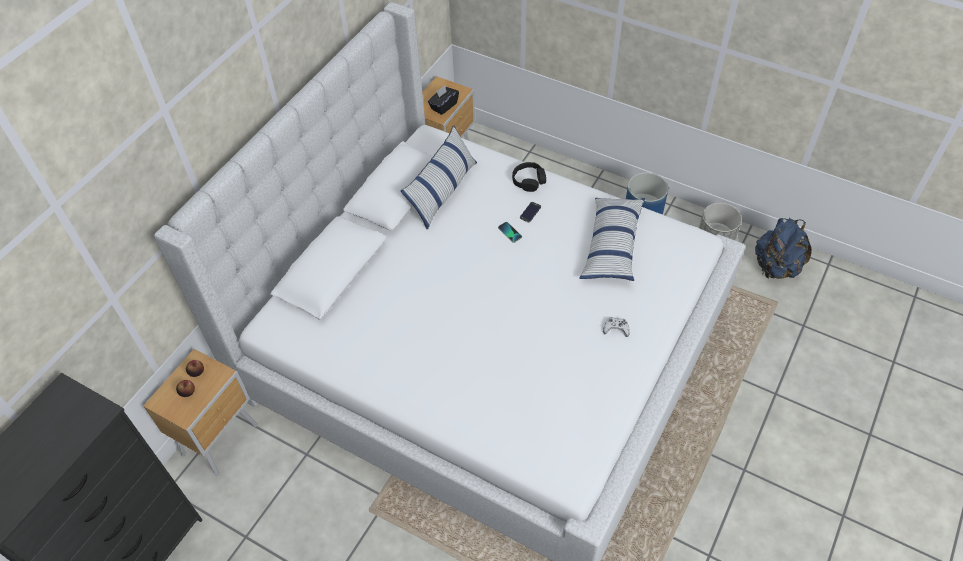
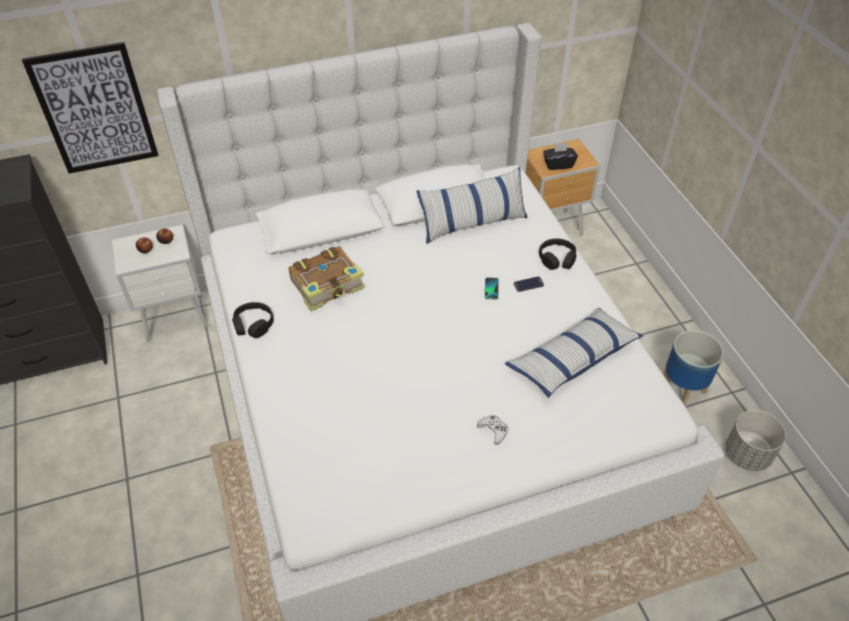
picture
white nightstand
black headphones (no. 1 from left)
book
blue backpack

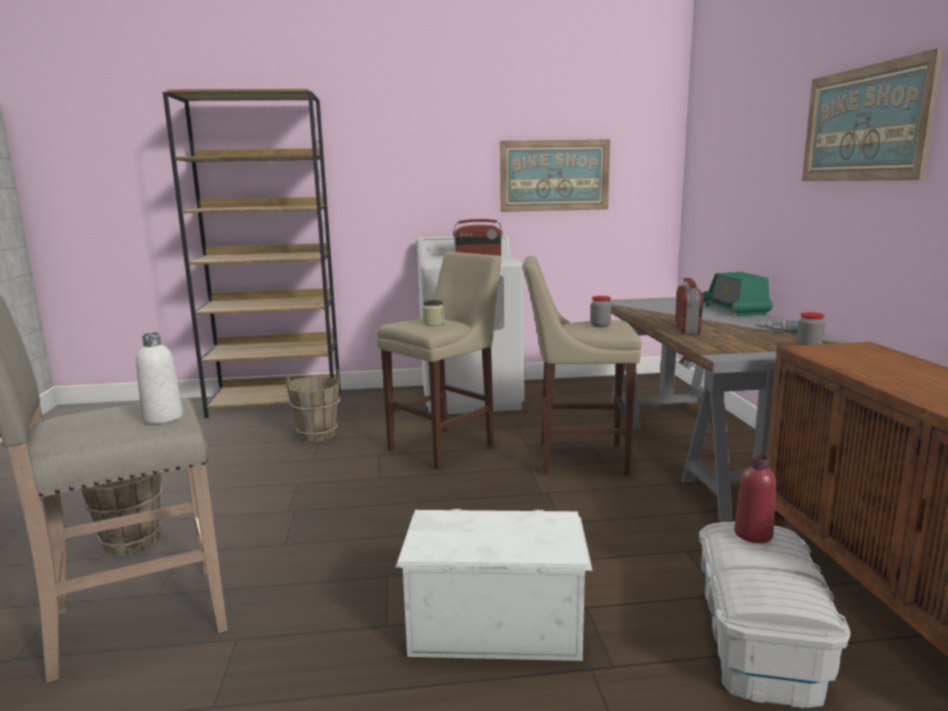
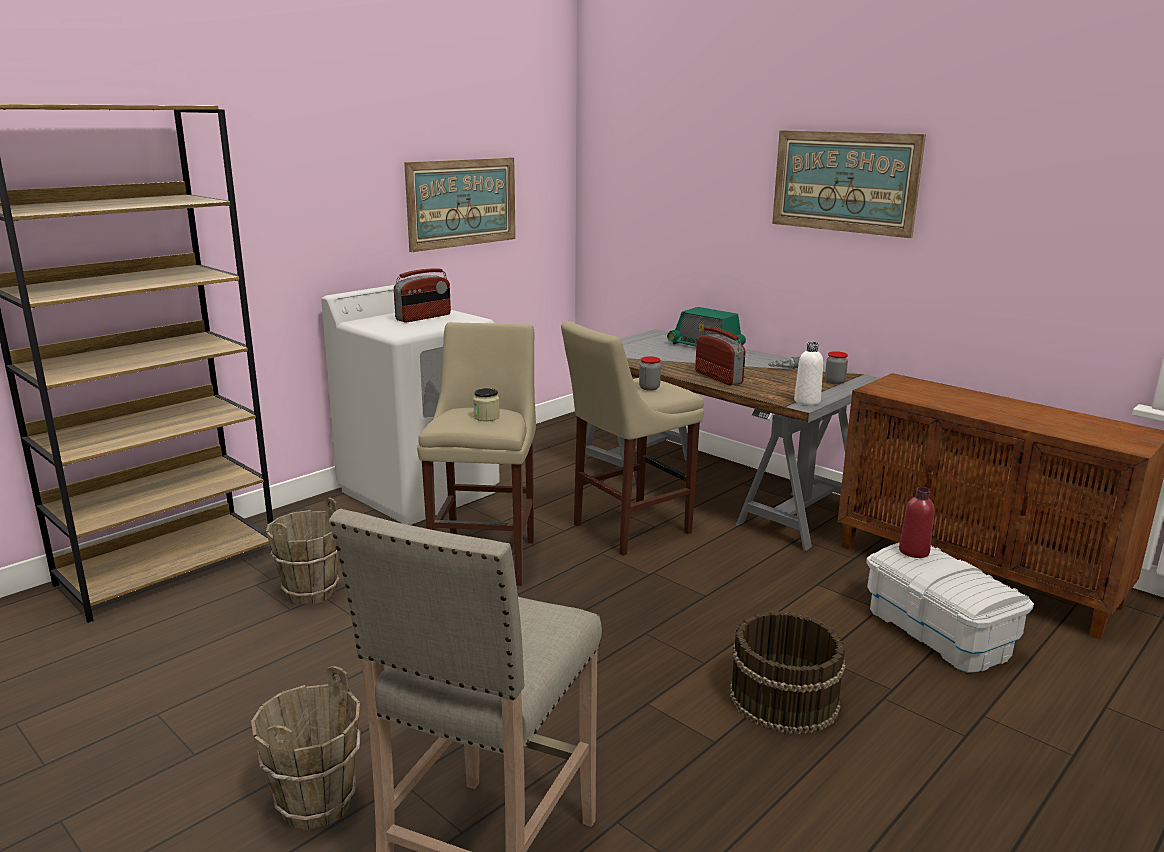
brown bucket (no. 3 from left)
white bottle

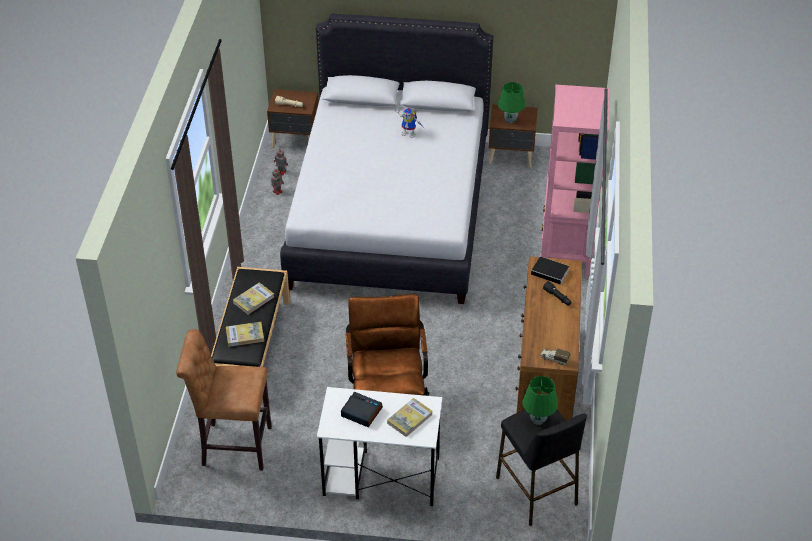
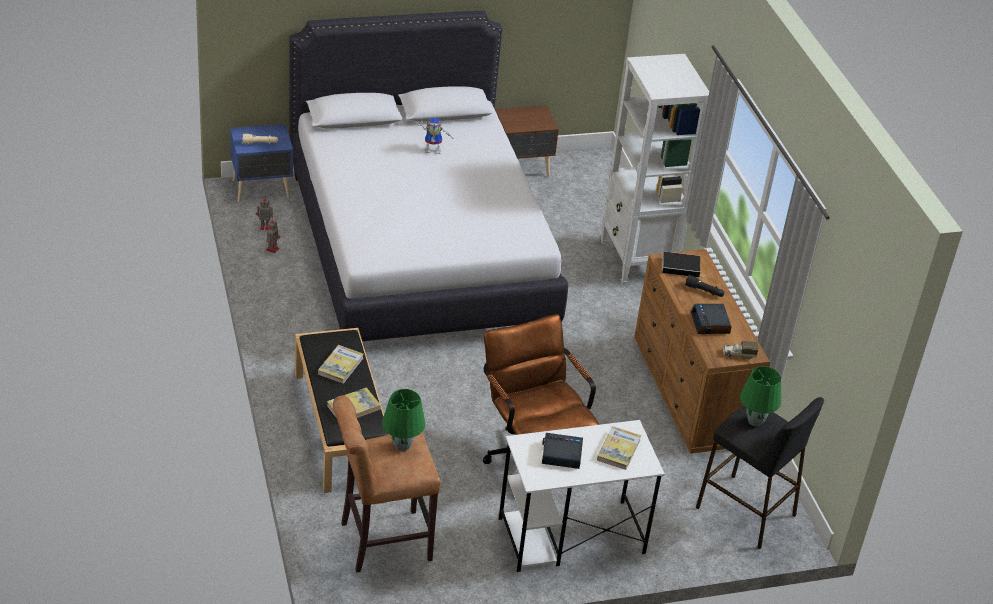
blue nightstand
green table lamp (no. 1 from left)
white bookcase
alarm clock (no. 2 from left)

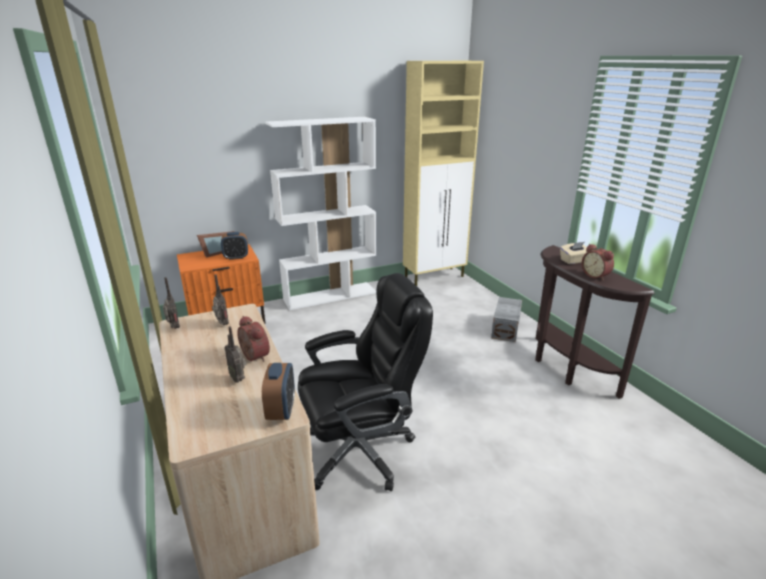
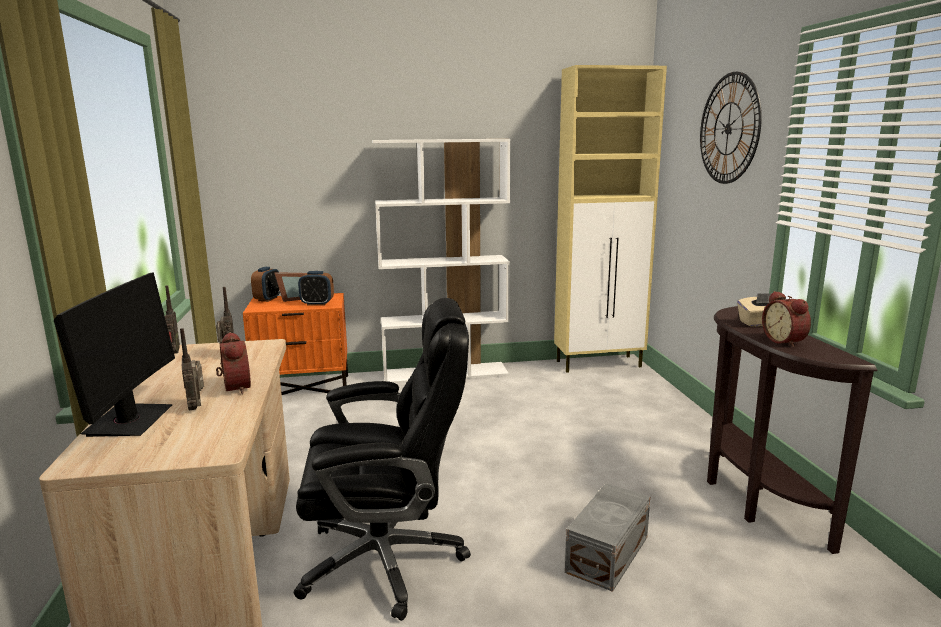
monitor
alarm clock (no. 2 from left)
grey storage box
wall clock

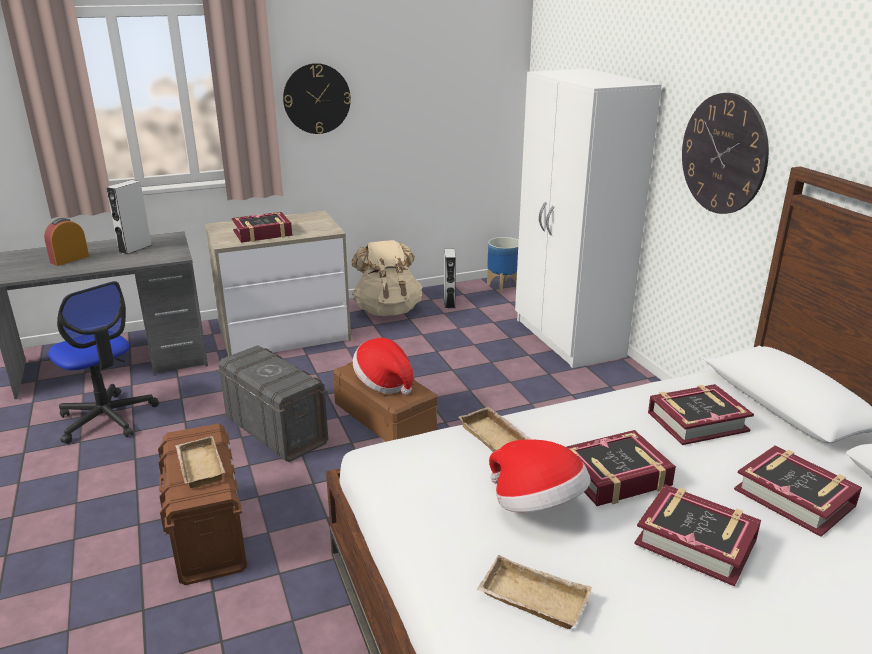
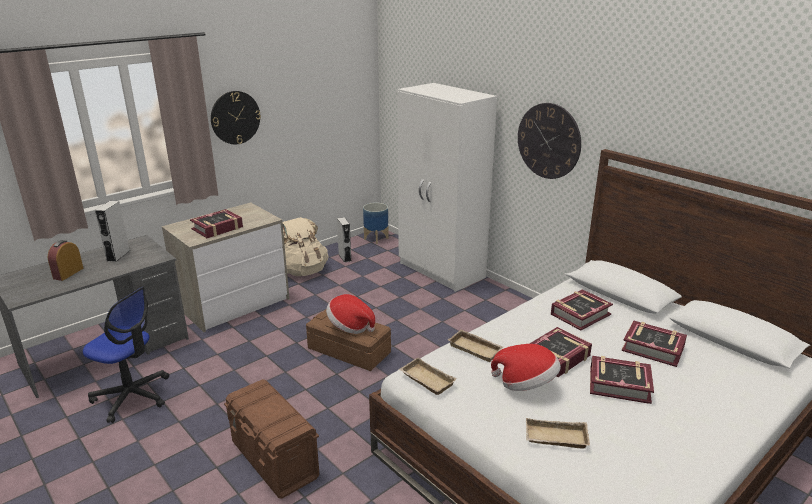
beige tray (no. 1 from left)
grey storage box

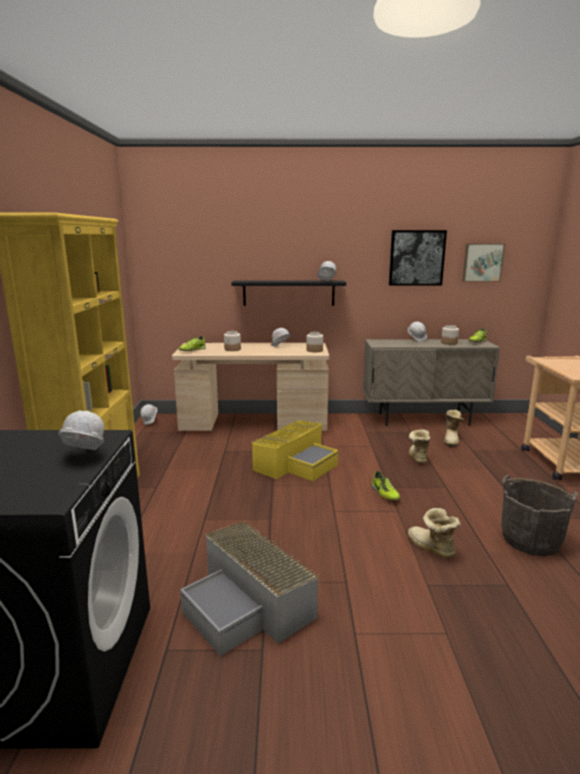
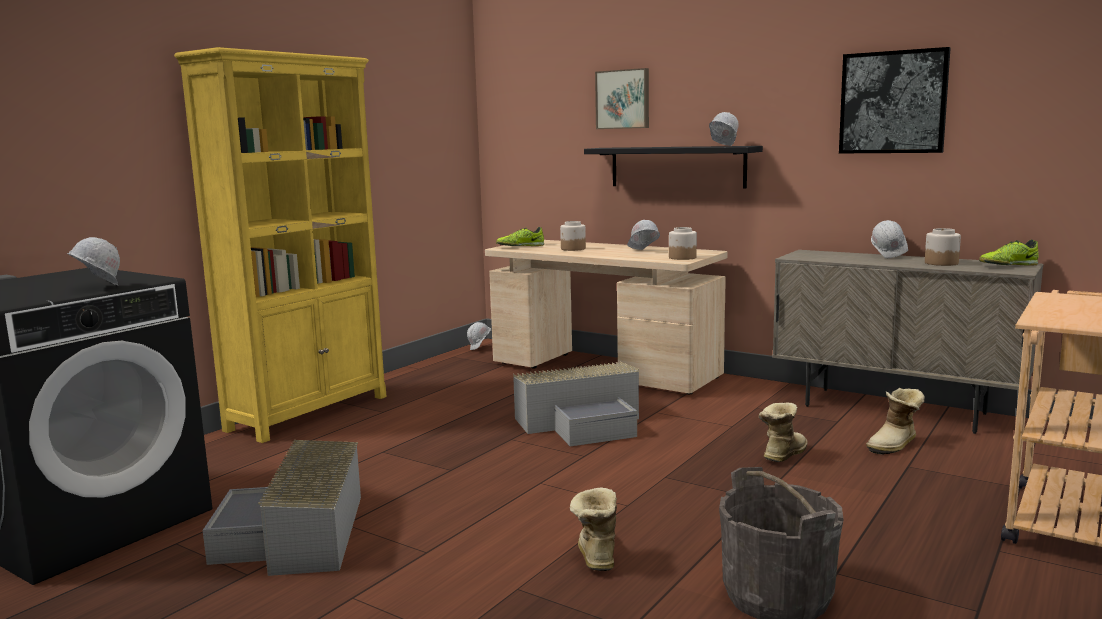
grey storage box (no. 2 from left)
picture (no. 1 from left)
shoe (no. 2 from left in the first image)

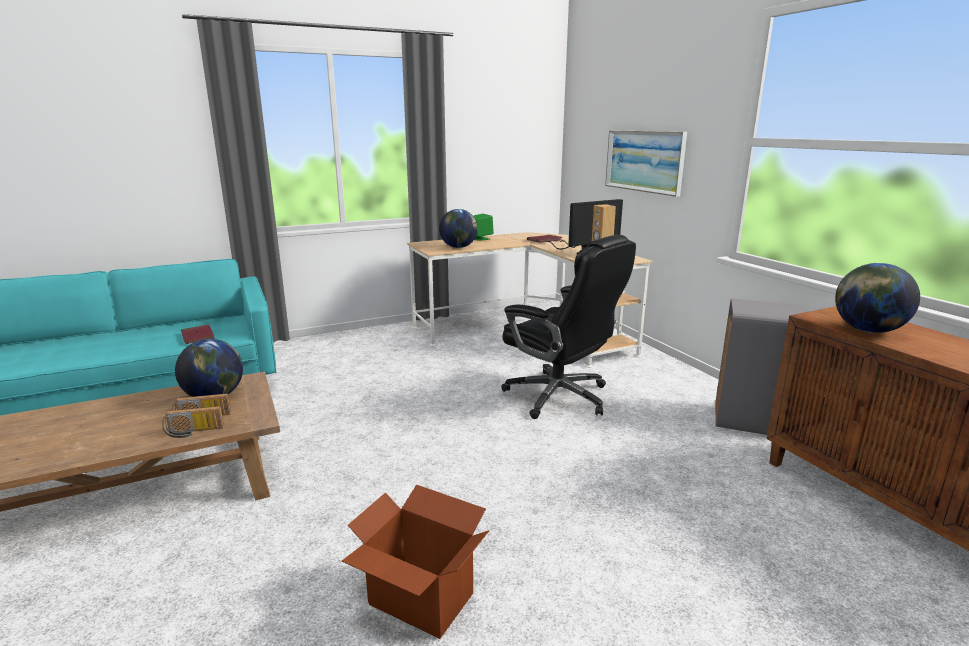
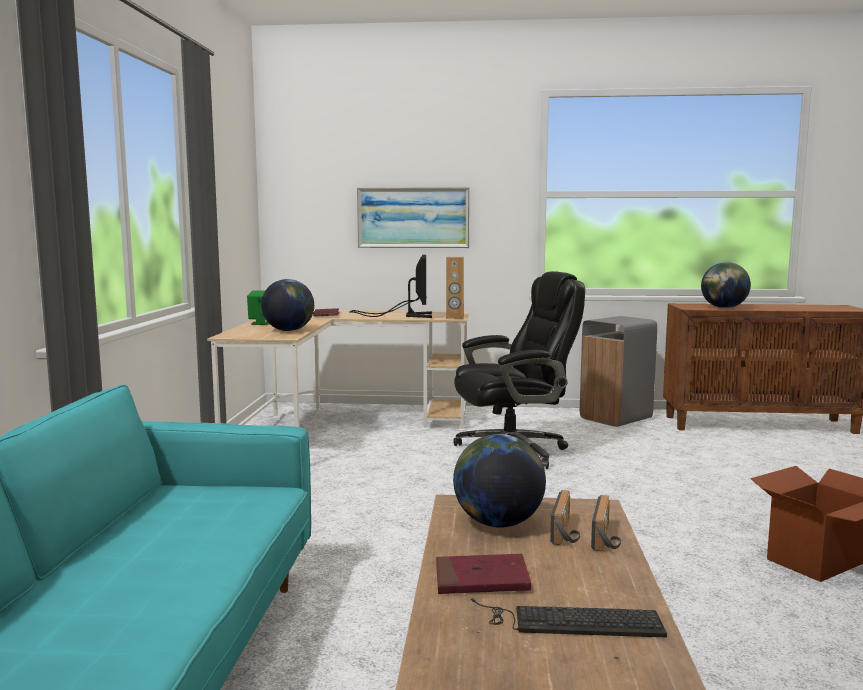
red book (no. 2 from left)
keyboard

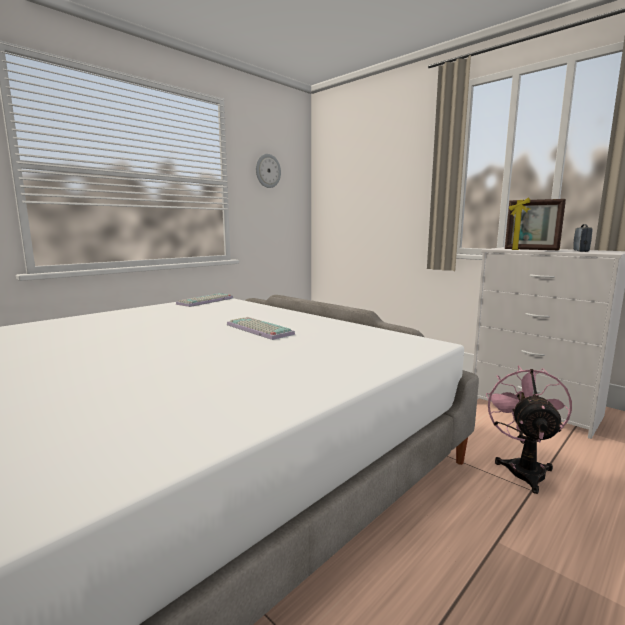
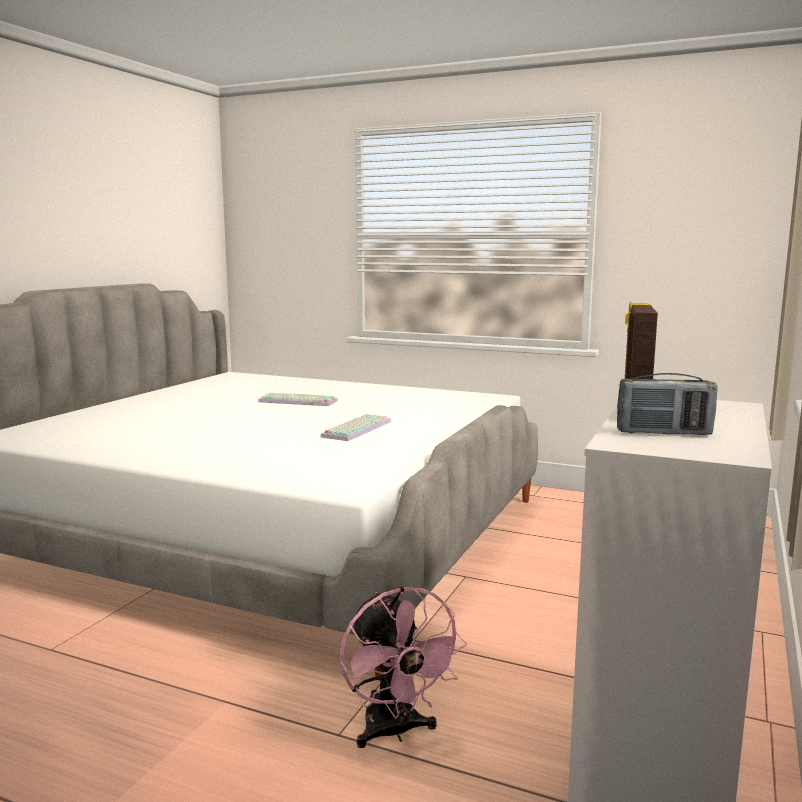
keyboard (no. 1 from left)
pink fan
wall clock

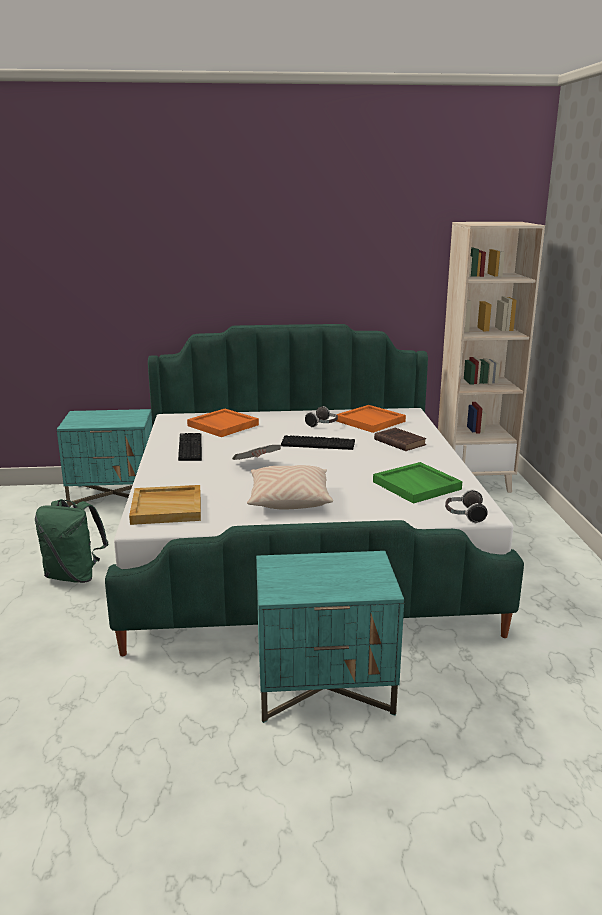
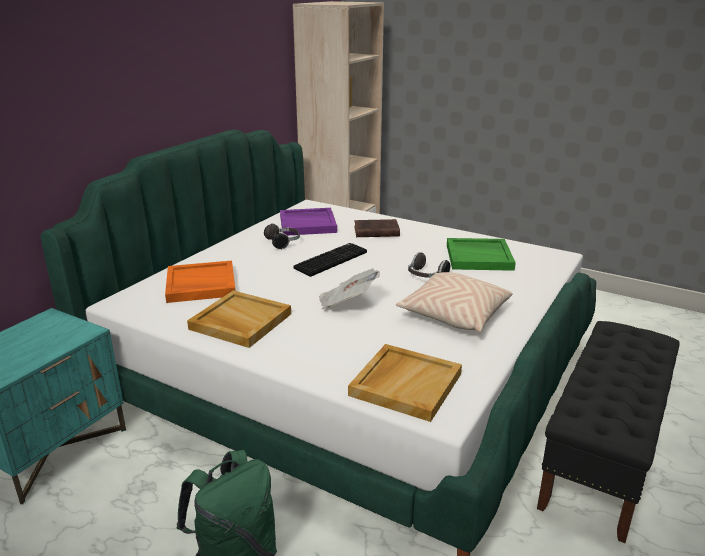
beige tray (no. 1 from left)
purple tray
headphones (no. 2 from left)
black bench

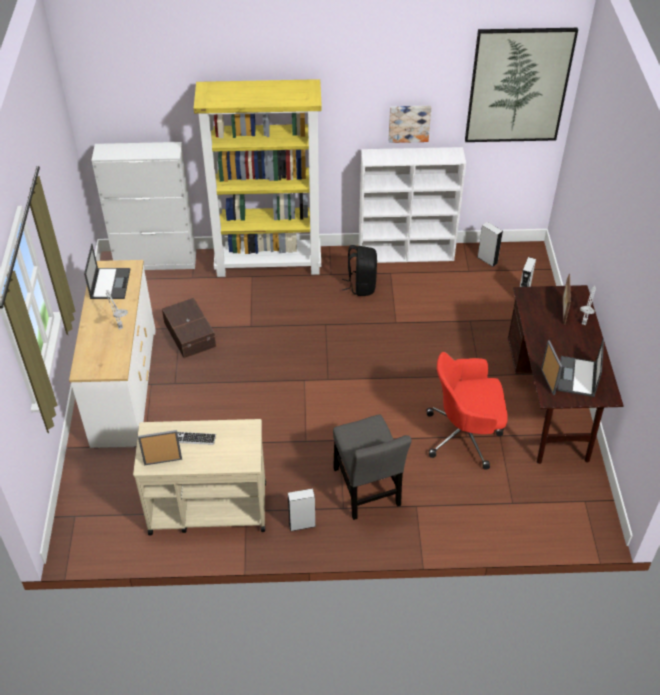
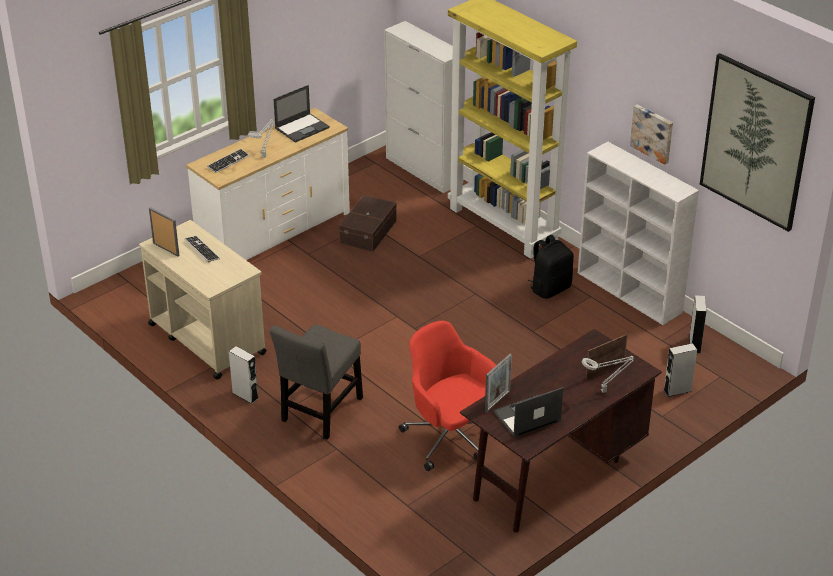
keyboard (no. 2 from left)

